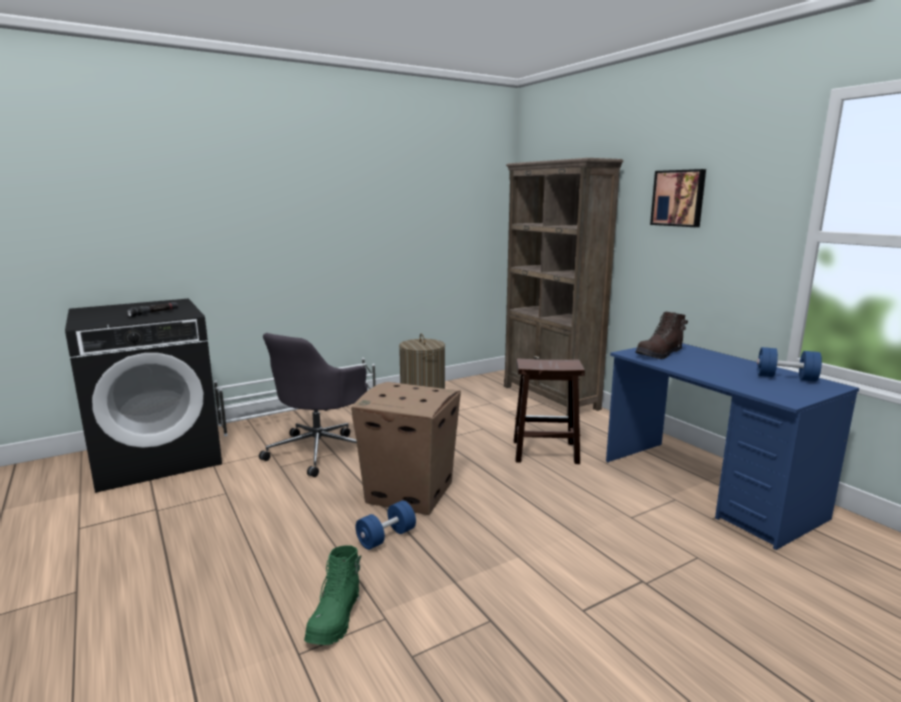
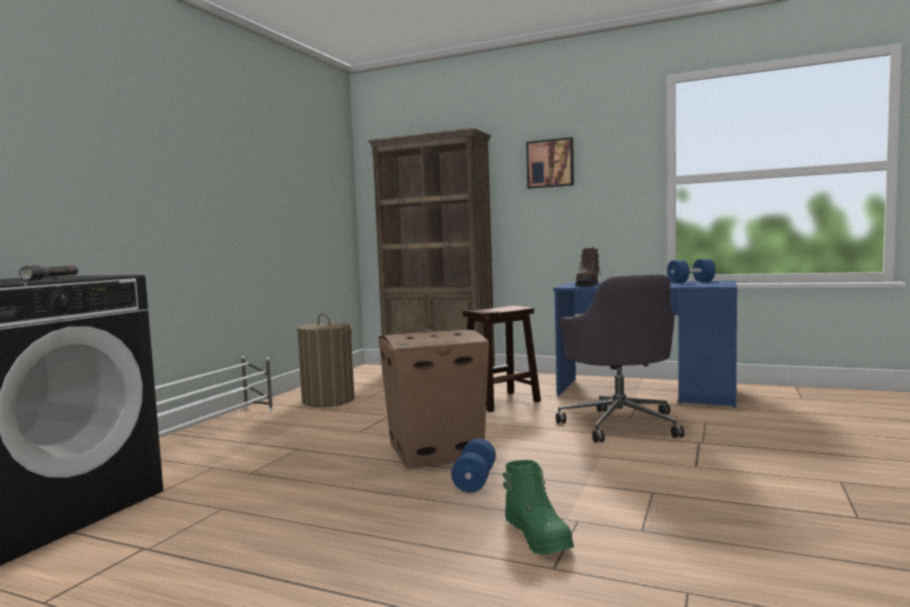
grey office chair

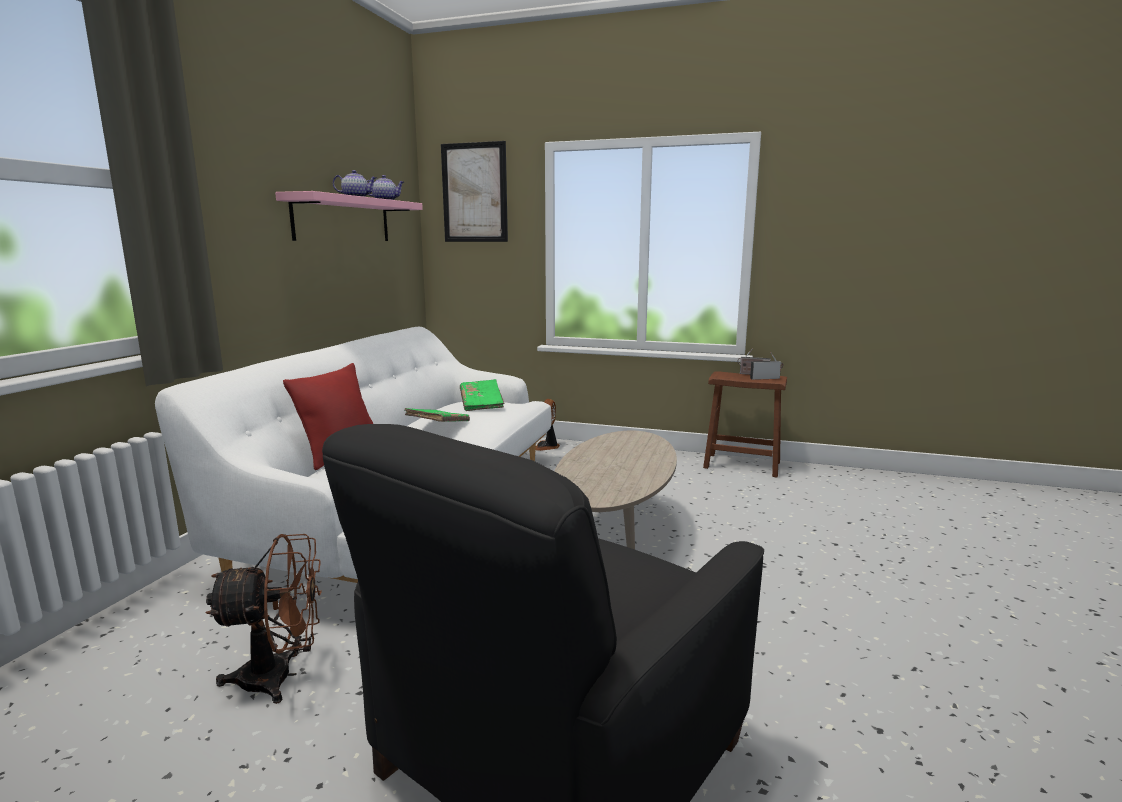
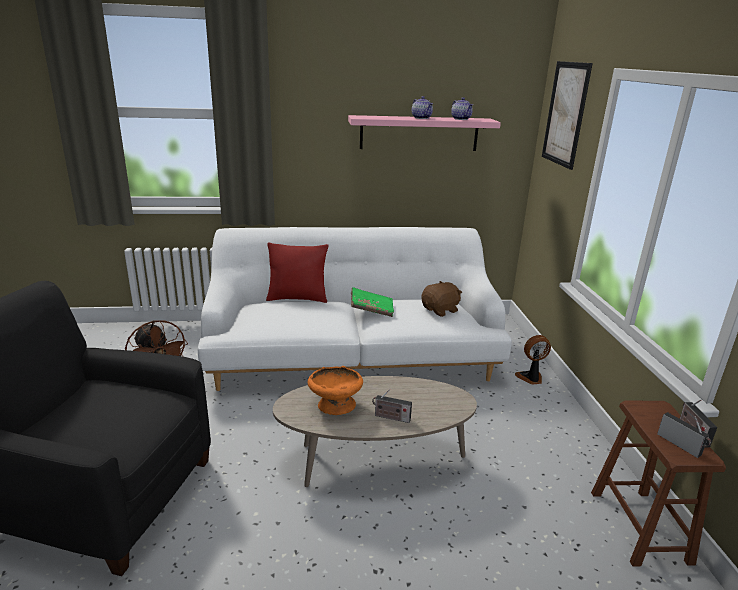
orange bowl
radio (no. 1 from left)
brown plush toy

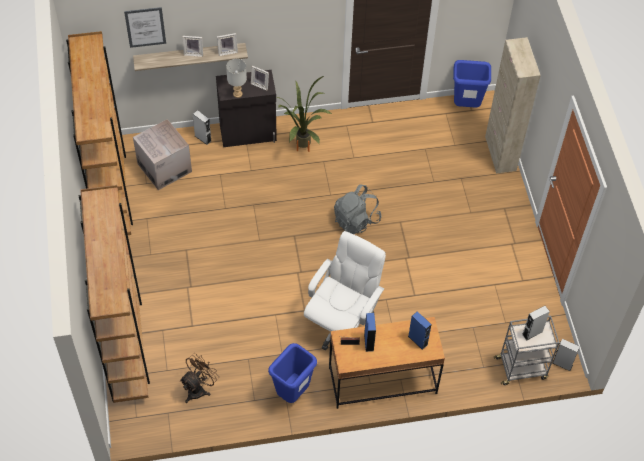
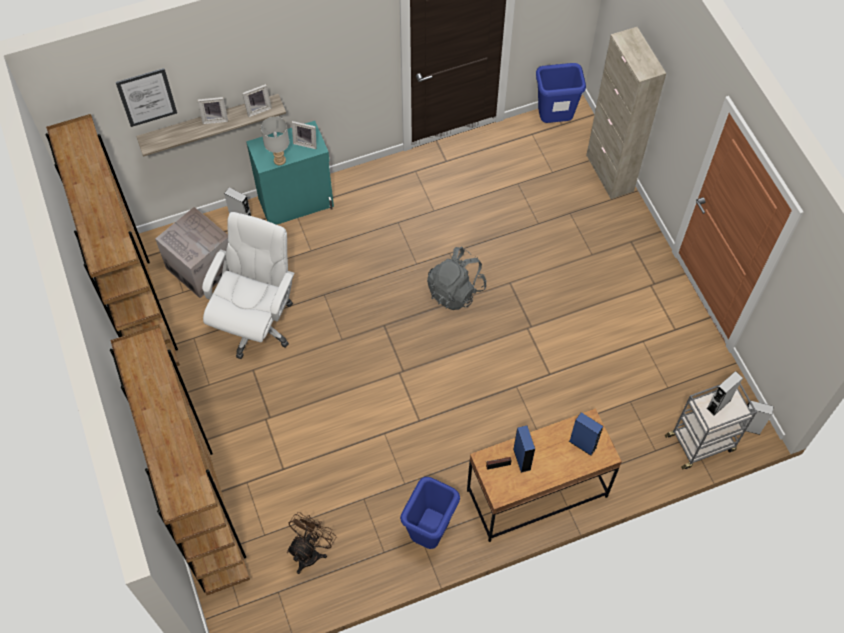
white office chair
turquoise cabinet
potted plant

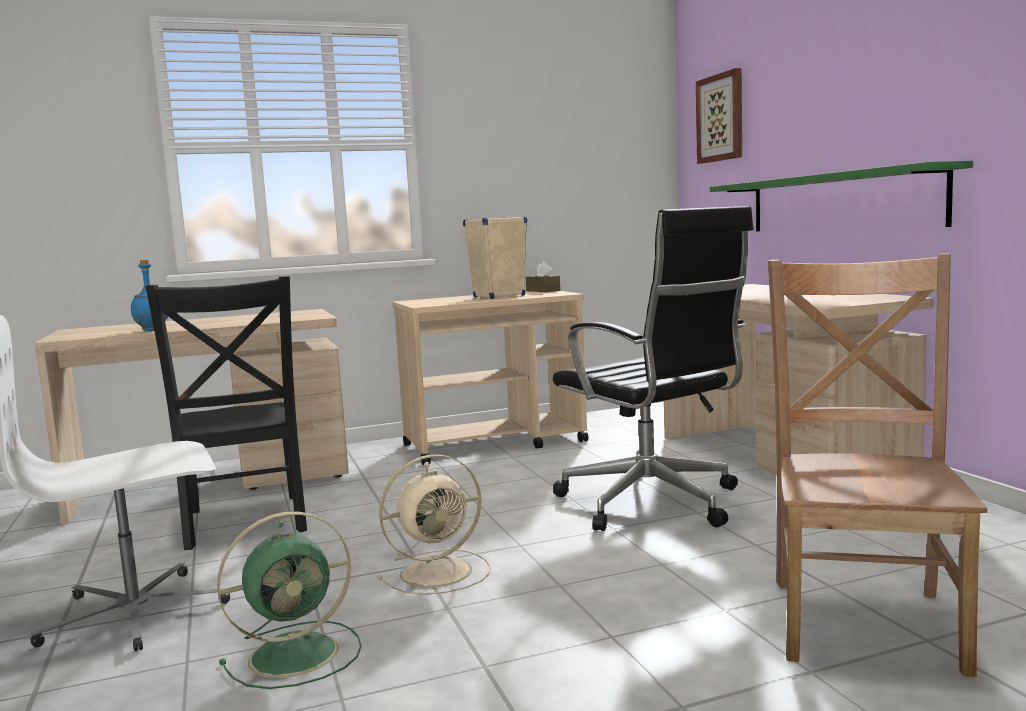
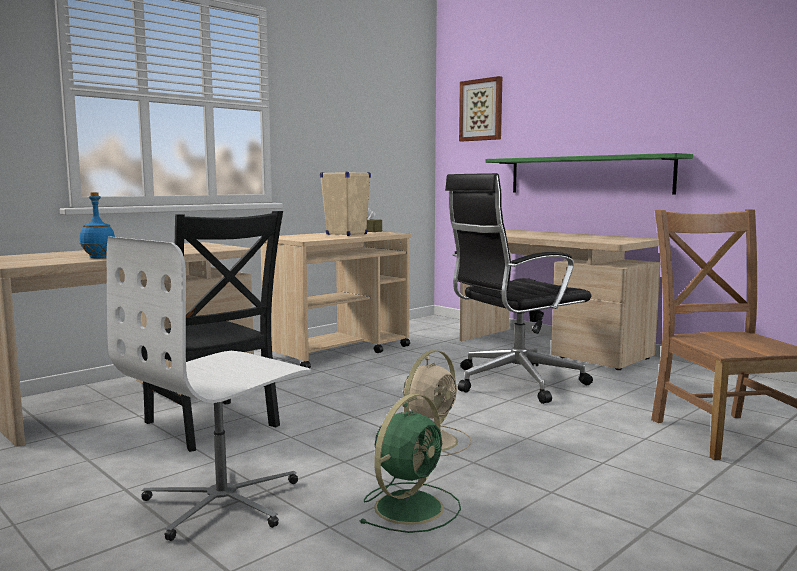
black office chair

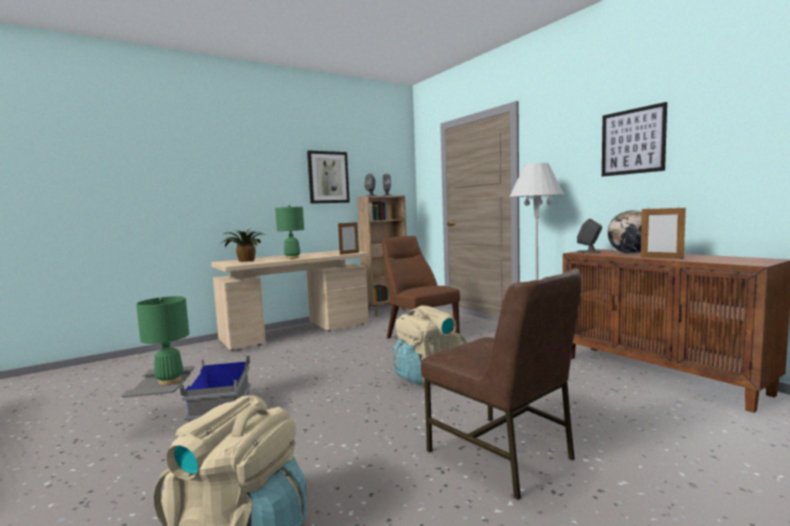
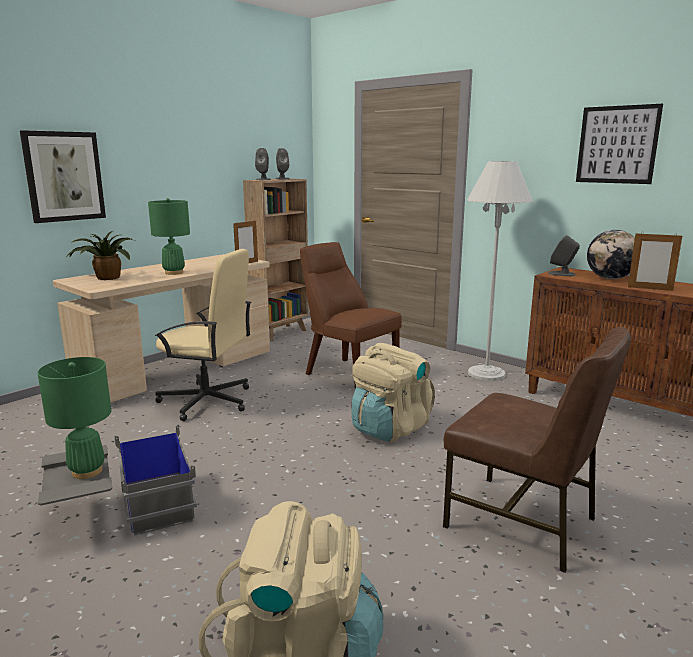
picture (no. 1 from left)
beige office chair

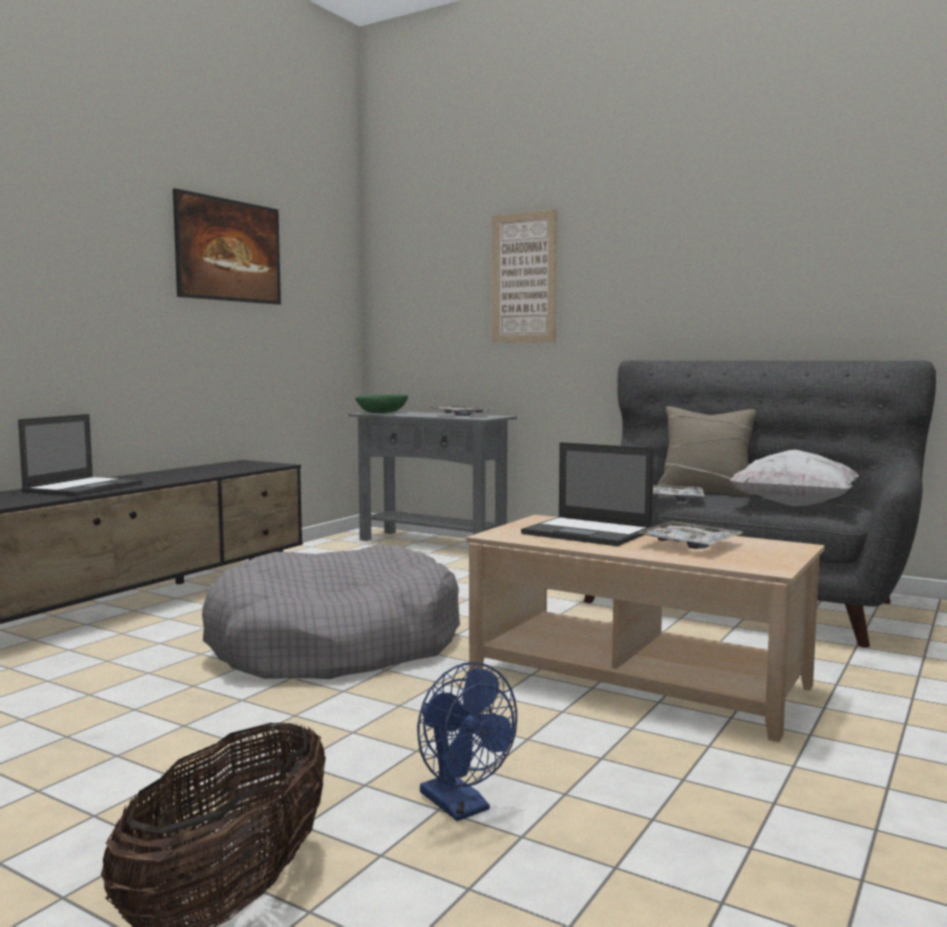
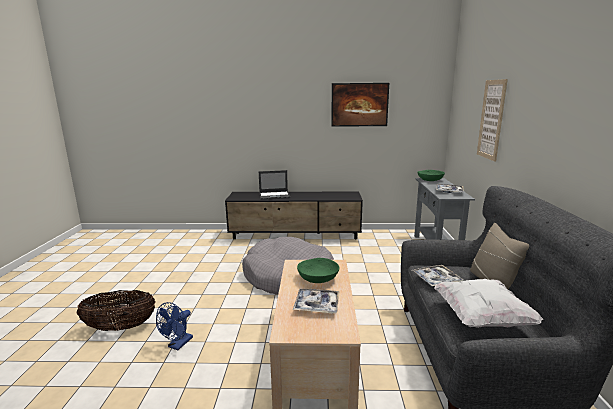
green bowl (no. 1 from left)

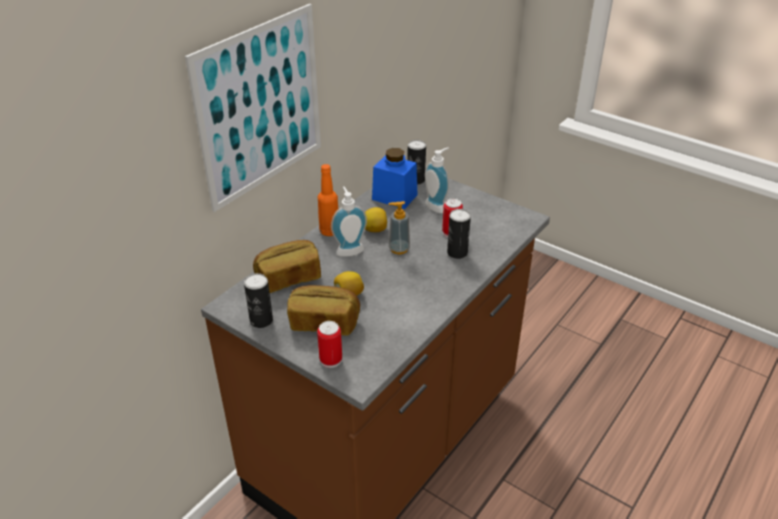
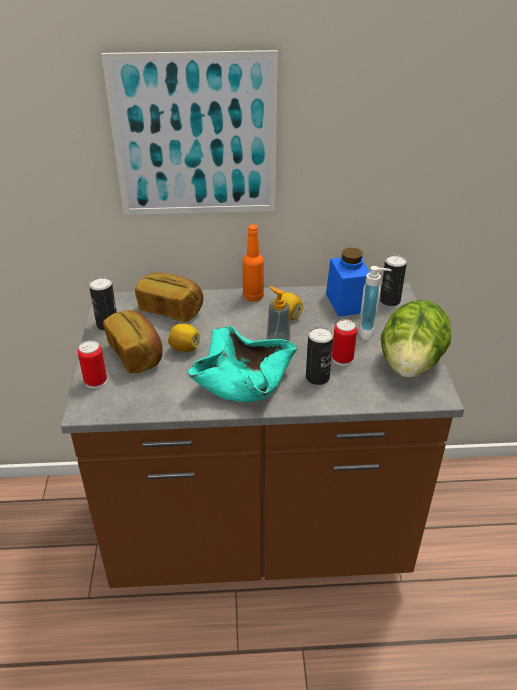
turquoise bowl
lettuce
soap dispenser (no. 1 from left in the first image)

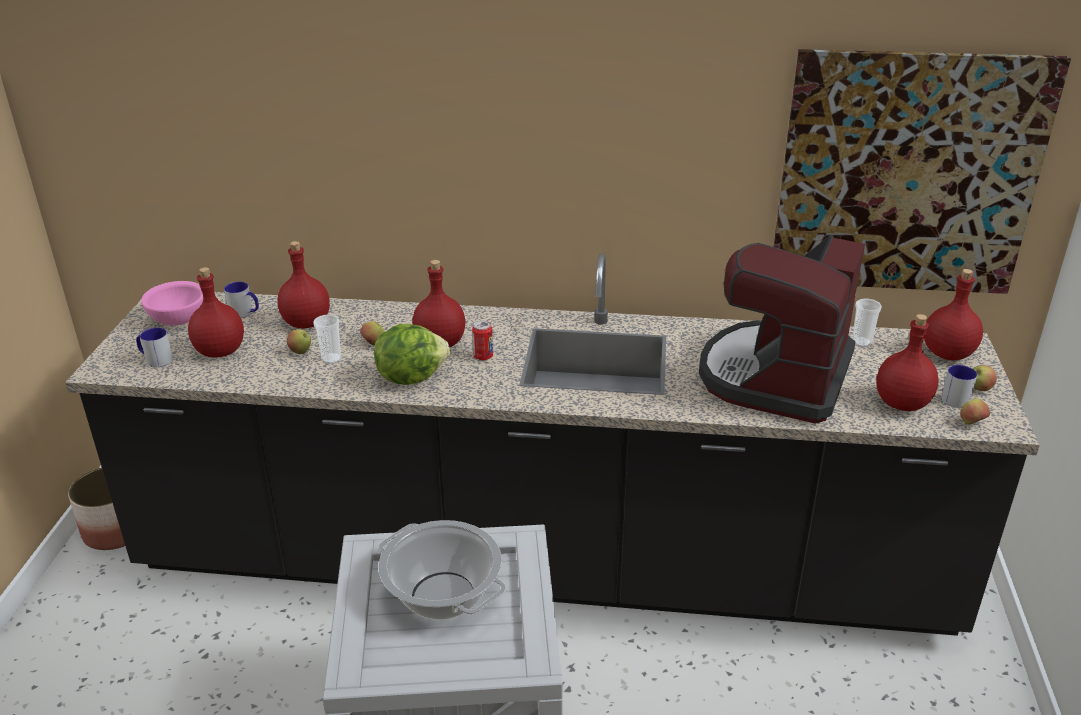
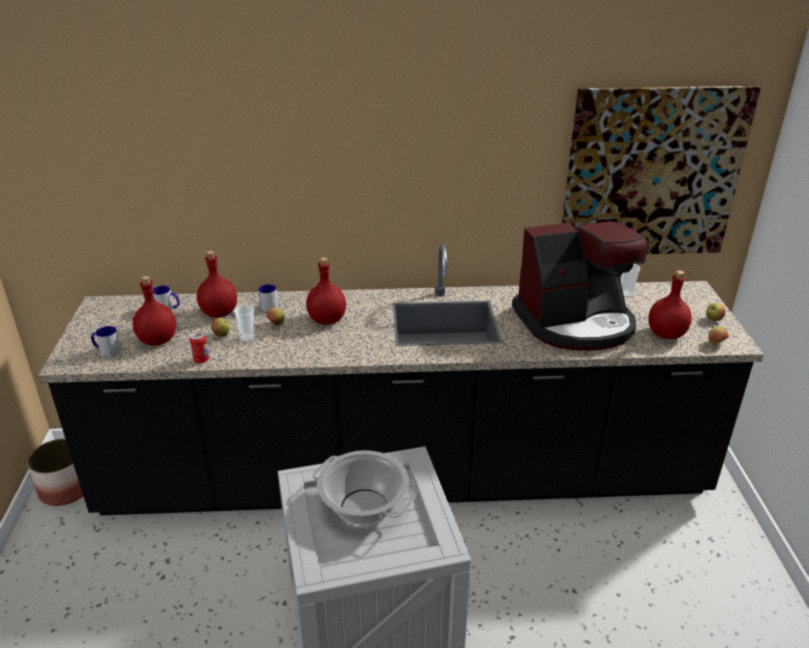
can
mug (no. 3 from left)
coffee machine
pink bowl
lettuce
red bottle (no. 5 from left in the first image)

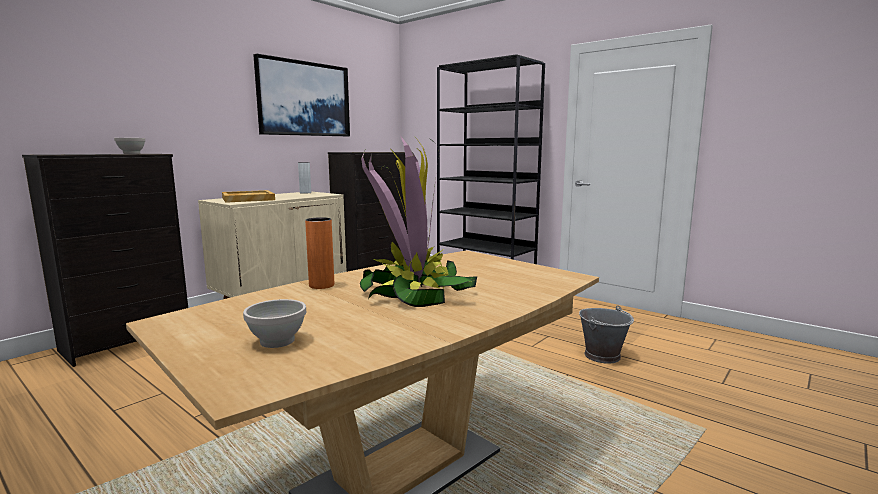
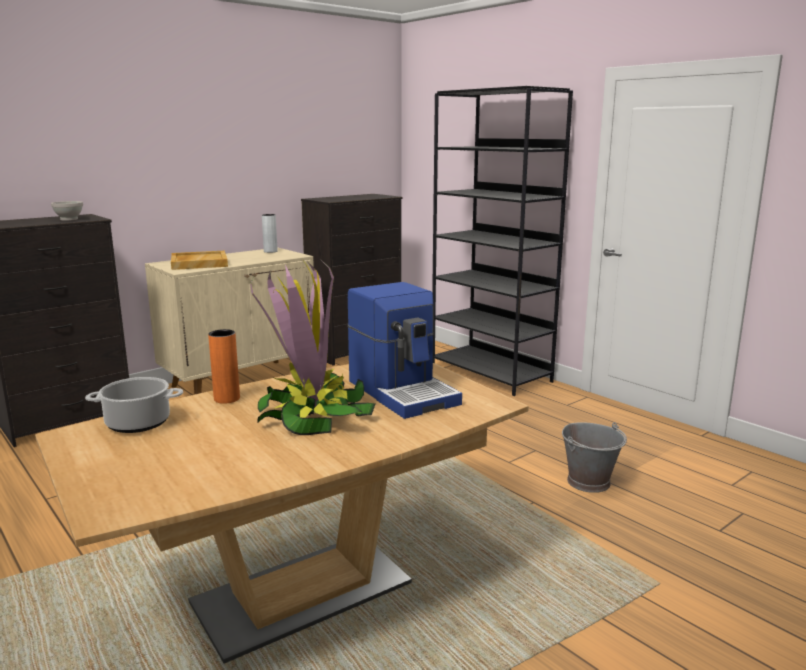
cooking pot
coffee machine
white bowl (no. 2 from left in the first image)
picture

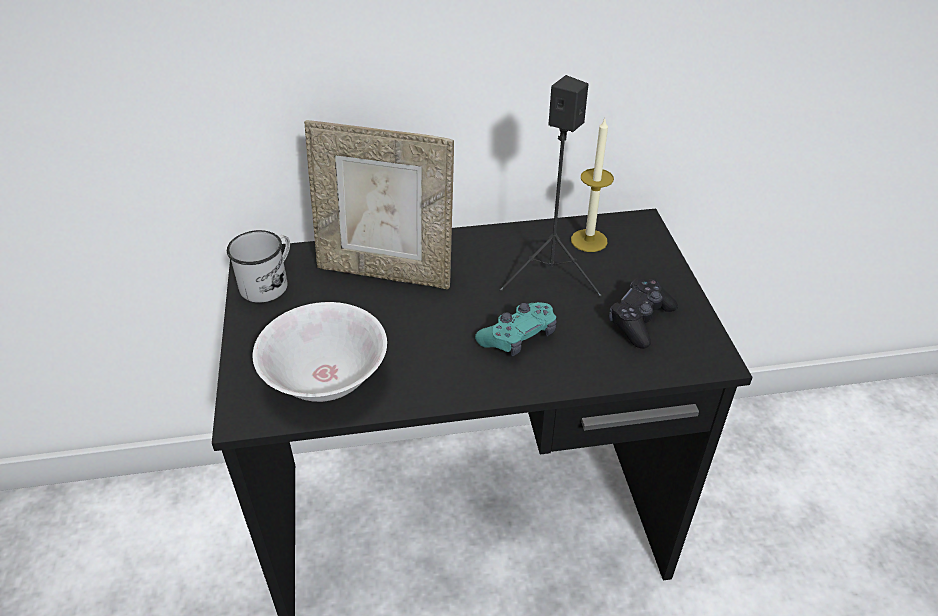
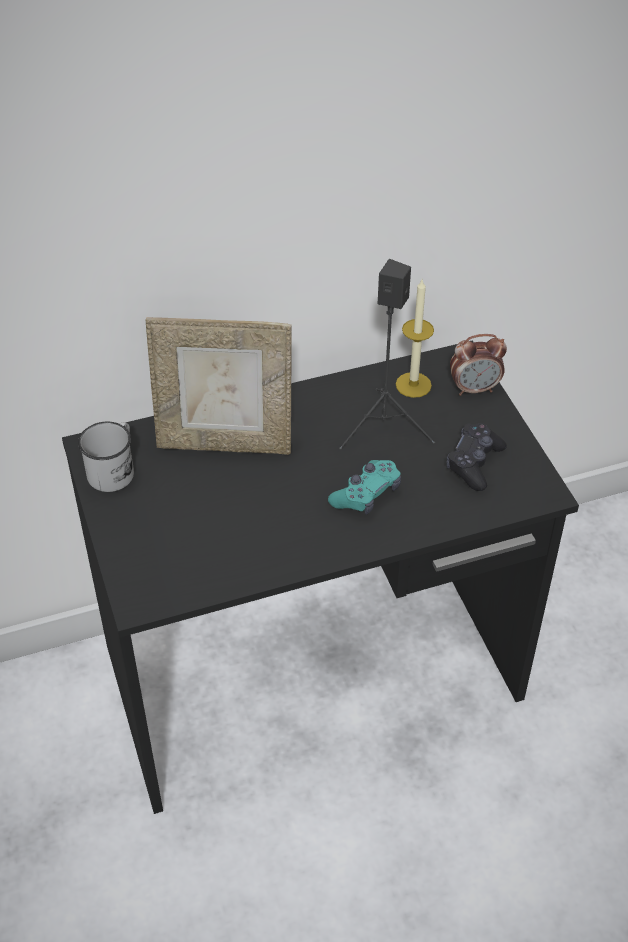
alarm clock
white bowl

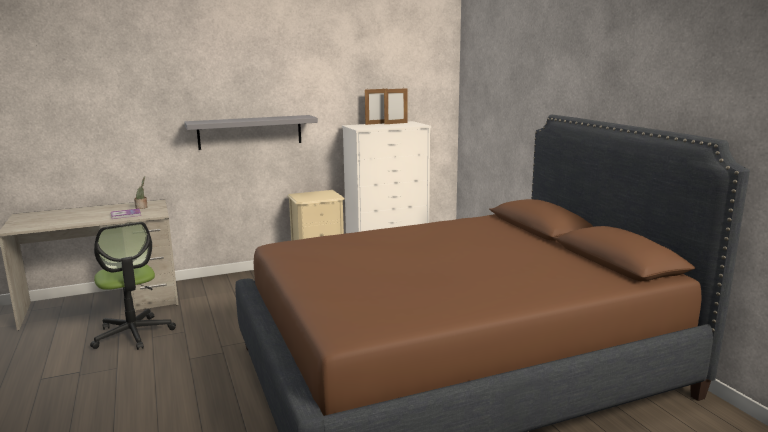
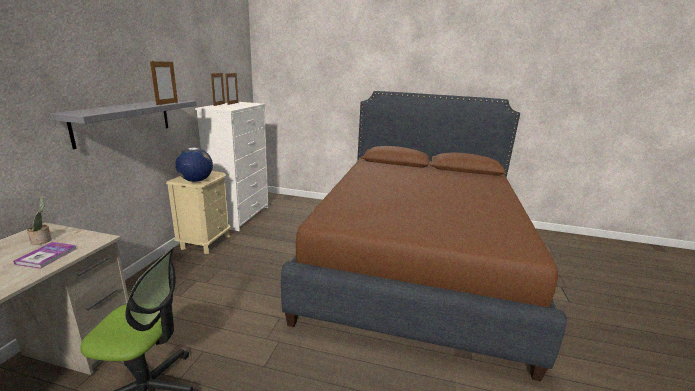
picture frame (no. 1 from left)
globe

